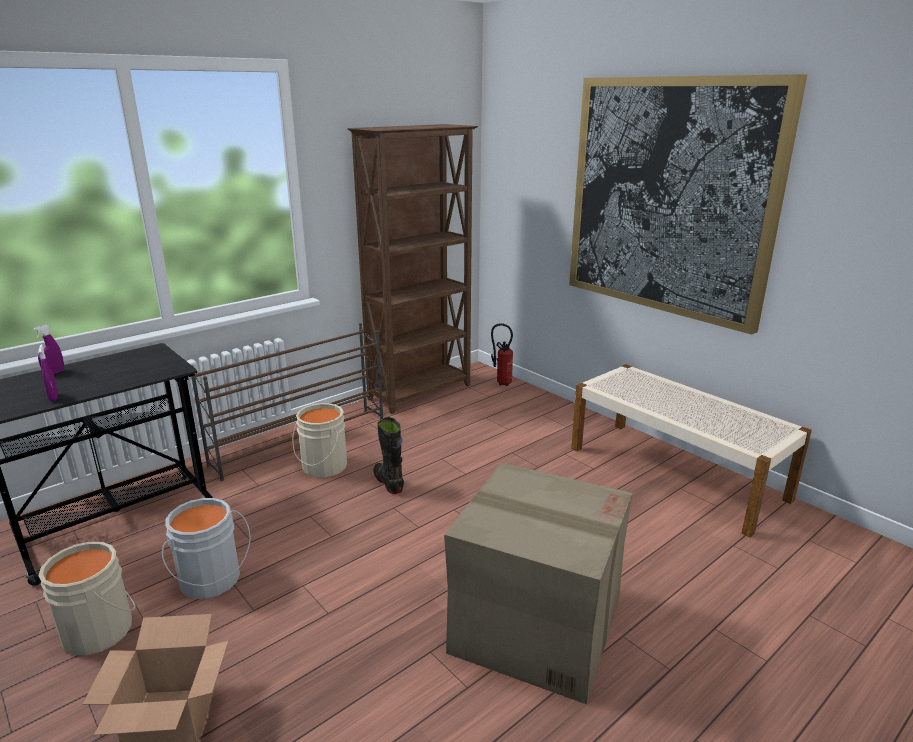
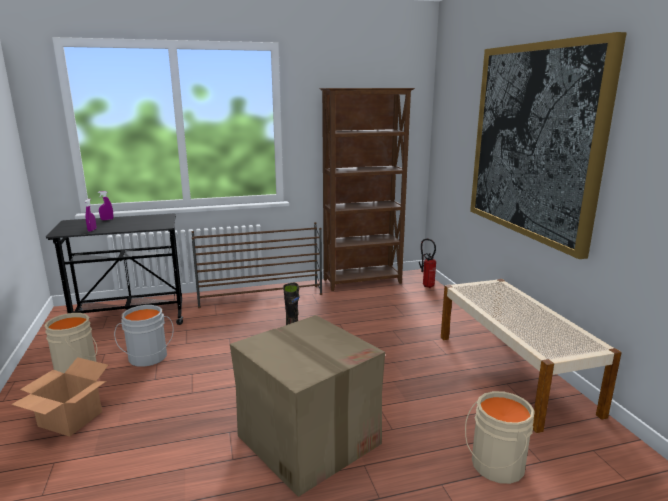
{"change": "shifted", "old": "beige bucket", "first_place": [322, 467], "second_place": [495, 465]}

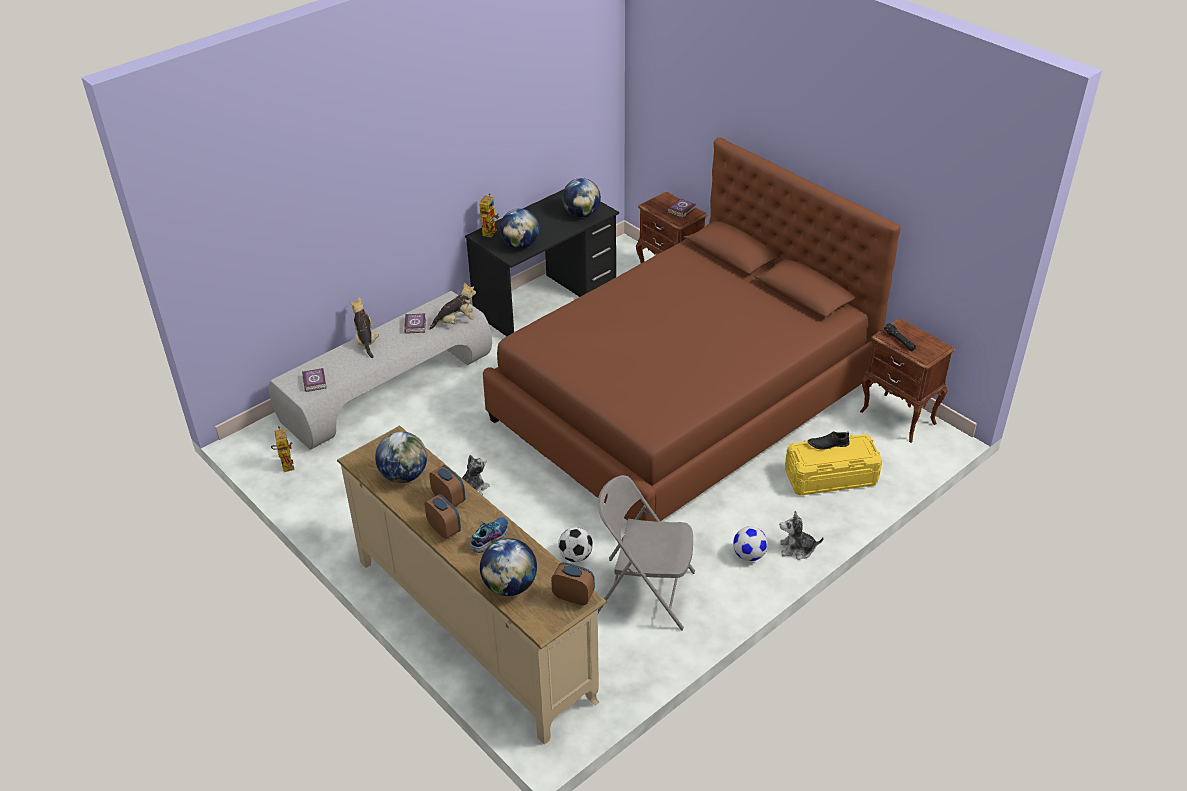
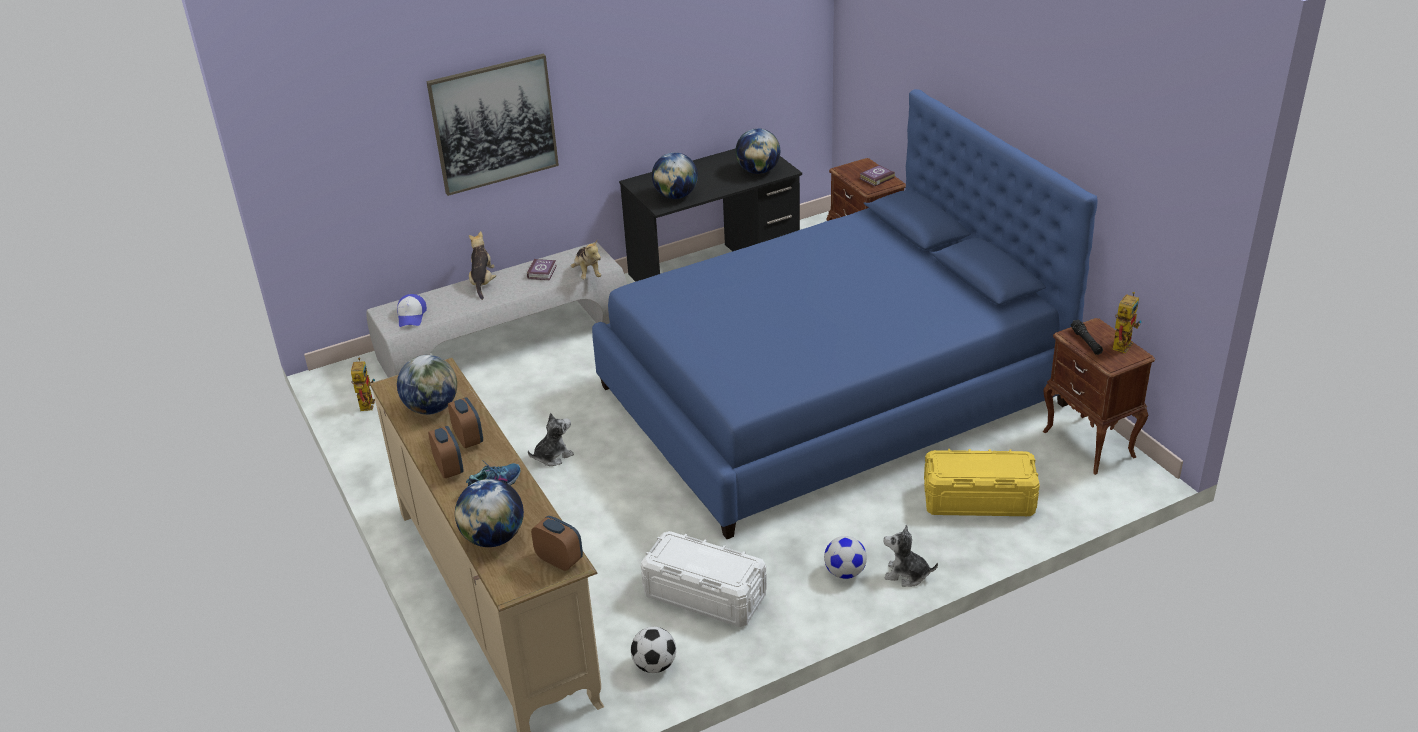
{"change": "swapped", "old": "book", "new": "cap", "first_place": [315, 381], "second_place": [412, 316]}
{"change": "new", "new": "picture", "second_place": [494, 124]}
{"change": "rotated", "old": "plush toy", "first_place": [456, 322], "second_place": [587, 273], "degrees": 75}
{"change": "repainted", "old": "brown bed", "new": "blue bed", "first_place": [684, 402], "second_place": [831, 395]}
{"change": "shifted", "old": "football", "first_place": [575, 556], "second_place": [654, 665]}
{"change": "swapped", "old": "grey chair", "new": "white storage box", "first_place": [645, 592], "second_place": [704, 595]}
{"change": "shifted", "old": "toy robot", "first_place": [489, 230], "second_place": [1122, 343]}
{"change": "gone", "old": "black shoe", "first_place": [828, 444]}

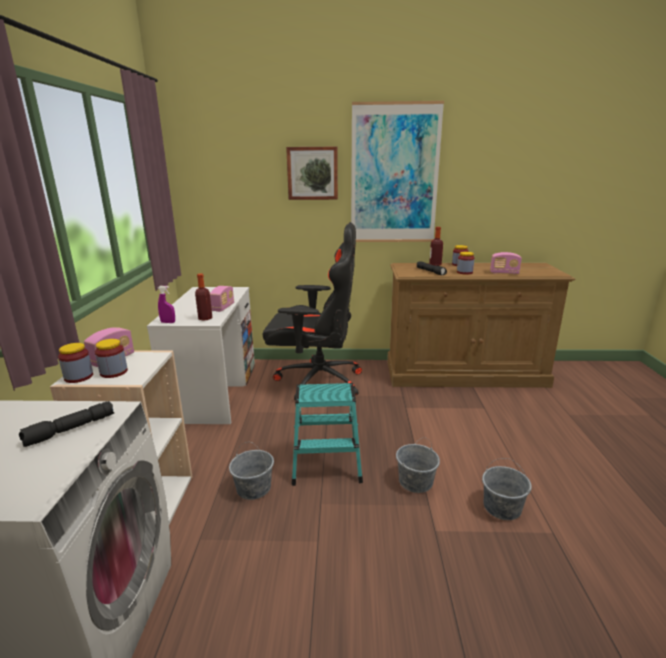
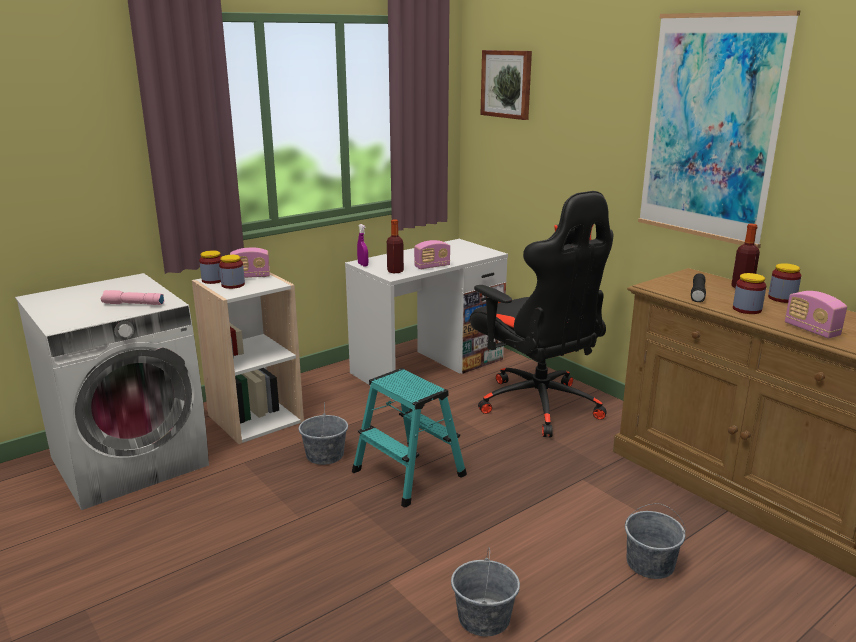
{"change": "repainted", "old": "black flashlight", "new": "pink flashlight", "first_place": [70, 430], "second_place": [133, 304]}
{"change": "shifted", "old": "picture", "first_place": [312, 173], "second_place": [507, 84]}
{"change": "shifted", "old": "grey bucket", "first_place": [416, 481], "second_place": [650, 564]}

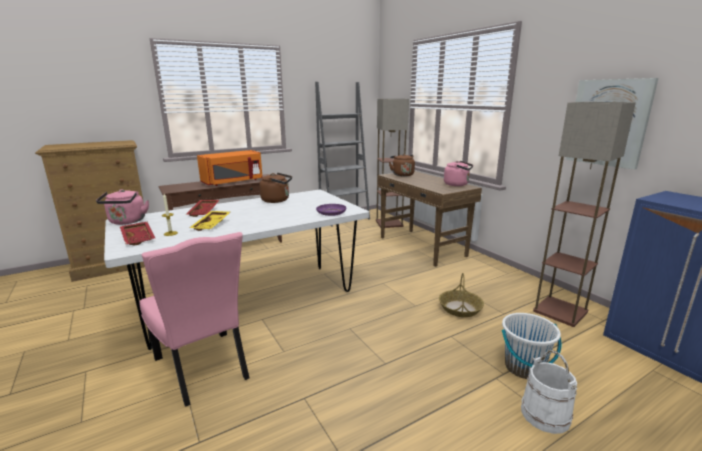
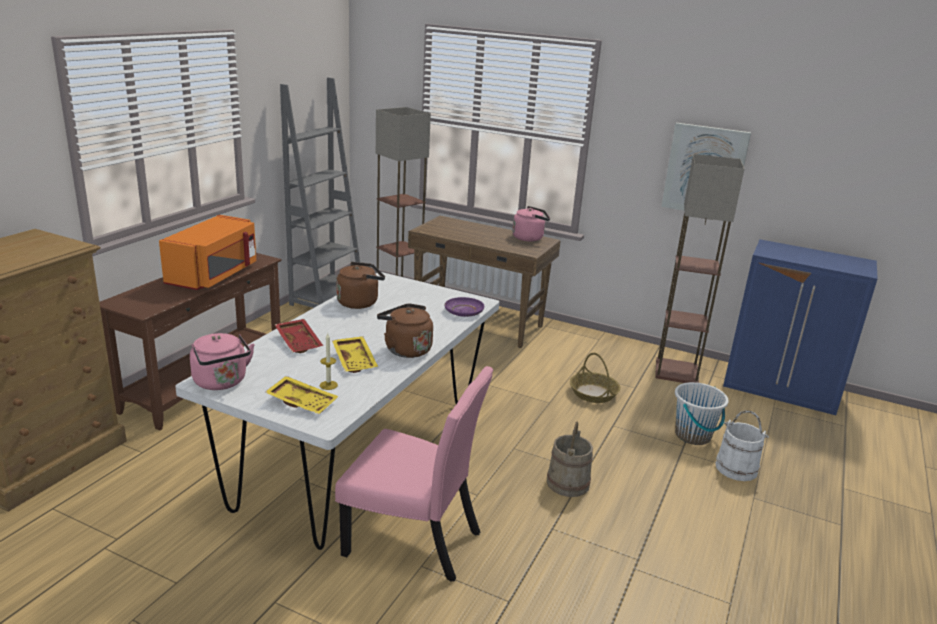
{"change": "repainted", "old": "red tray", "new": "yellow tray", "first_place": [139, 238], "second_place": [302, 402]}
{"change": "shifted", "old": "brown kettle", "first_place": [402, 174], "second_place": [405, 349]}
{"change": "new", "new": "beige bucket", "second_place": [568, 483]}

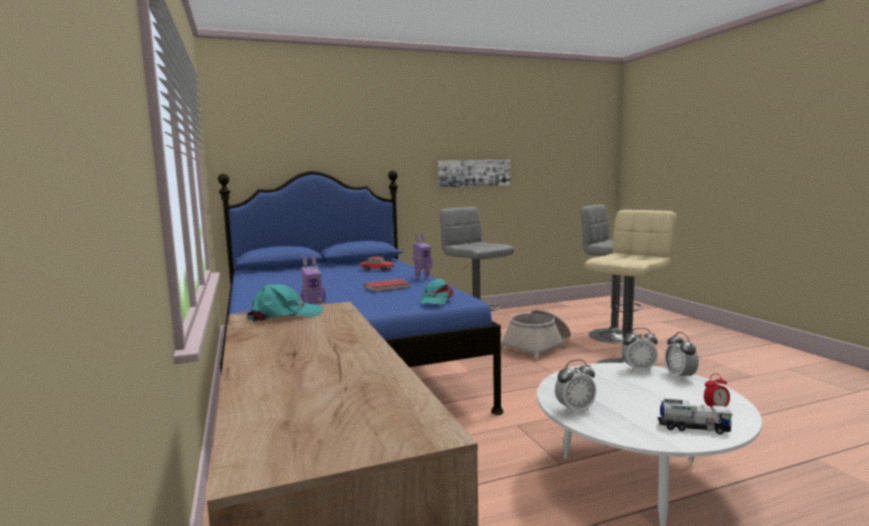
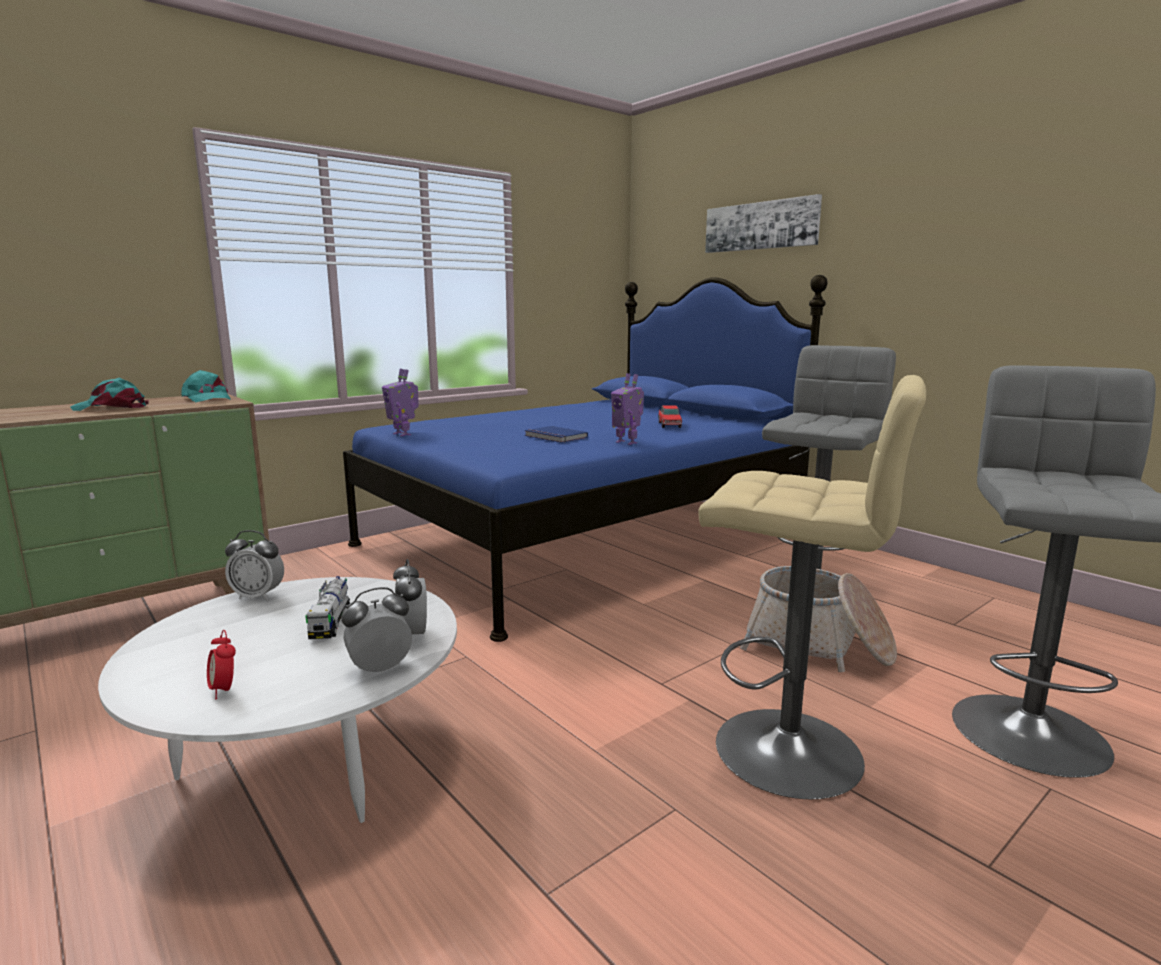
{"change": "shifted", "old": "turquoise cap", "first_place": [436, 300], "second_place": [111, 408]}
{"change": "rotated", "old": "alarm clock", "first_place": [575, 410], "second_place": [258, 596], "degrees": -45}
{"change": "shifted", "old": "toy truck", "first_place": [693, 428], "second_place": [331, 623]}
{"change": "repainted", "old": "red book", "new": "blue book", "first_place": [388, 287], "second_place": [554, 437]}
{"change": "shifted", "old": "picture", "first_place": [474, 173], "second_place": [761, 226]}

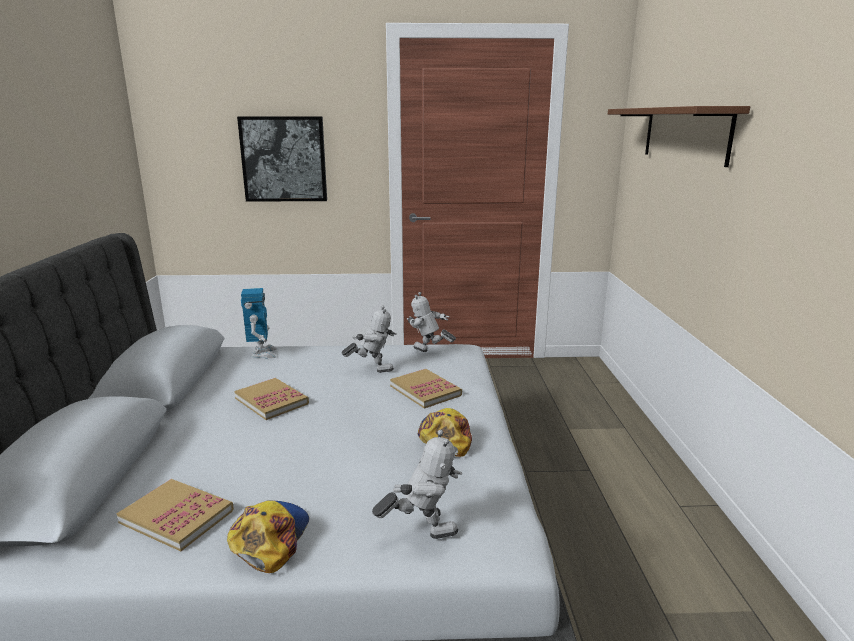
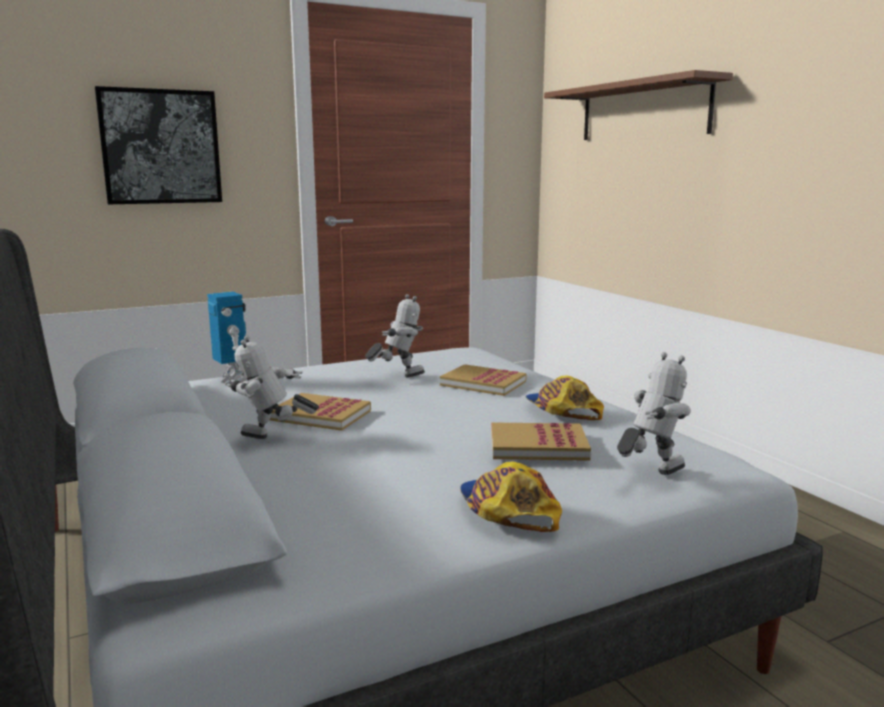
{"change": "shifted", "old": "toy robot", "first_place": [429, 353], "second_place": [272, 440]}
{"change": "shifted", "old": "book", "first_place": [177, 516], "second_place": [538, 446]}

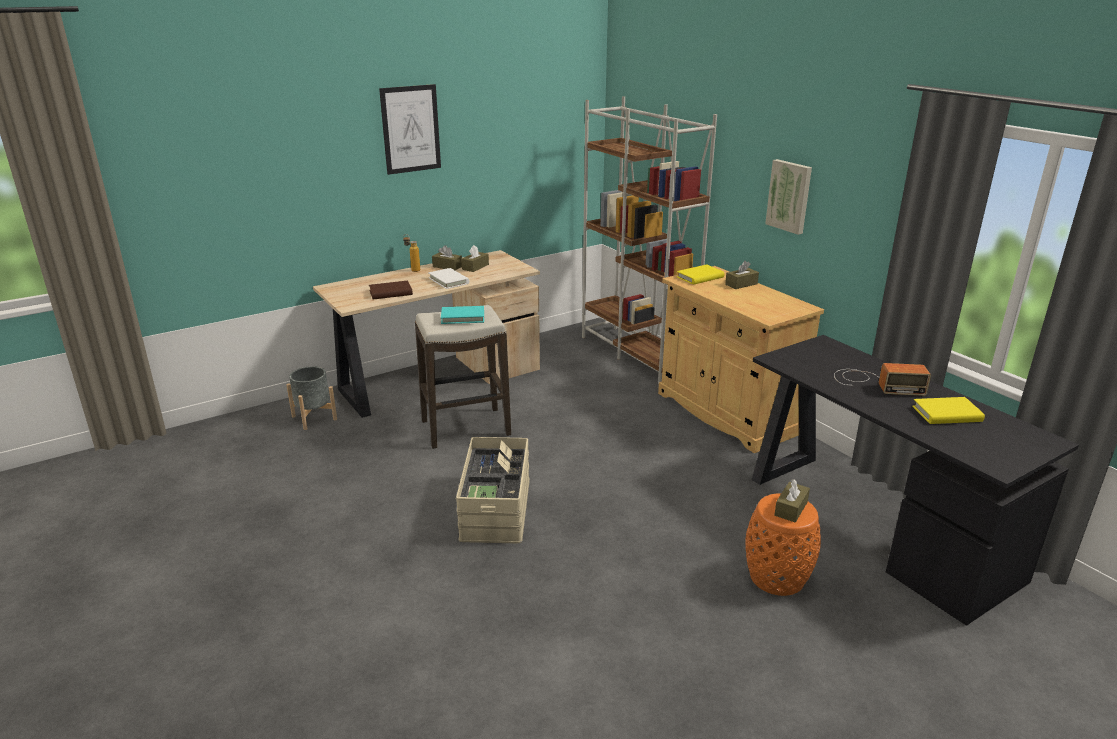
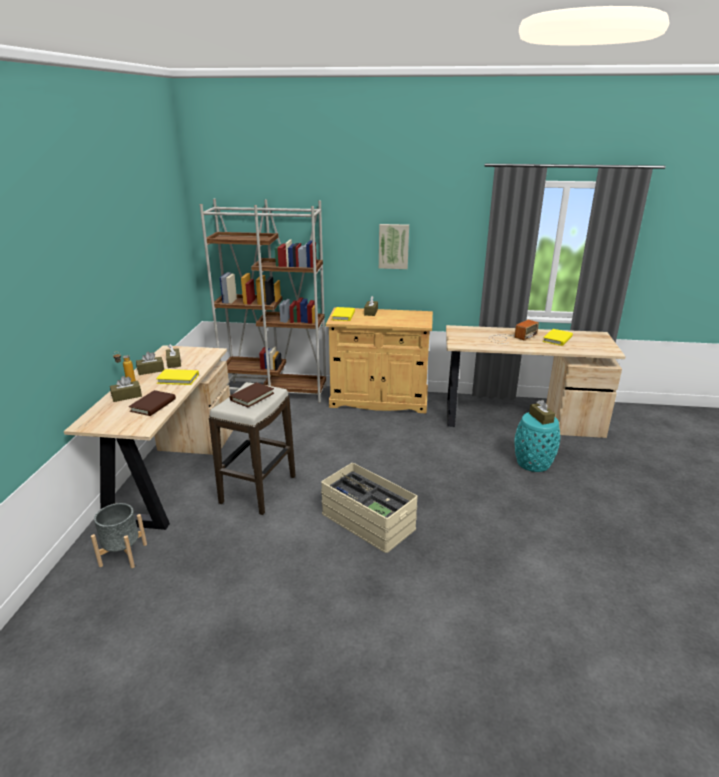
{"change": "new", "new": "brown tissue box", "second_place": [127, 396]}
{"change": "repainted", "old": "white book", "new": "yellow book", "first_place": [448, 281], "second_place": [178, 379]}
{"change": "repainted", "old": "turquoise book", "new": "brown book", "first_place": [463, 317], "second_place": [252, 397]}
{"change": "repainted", "old": "black desk", "new": "beige desk", "first_place": [872, 523], "second_place": [518, 417]}
{"change": "repainted", "old": "orange stool", "new": "turquoise stool", "first_place": [776, 577], "second_place": [533, 463]}
{"change": "gone", "old": "picture", "first_place": [411, 129]}

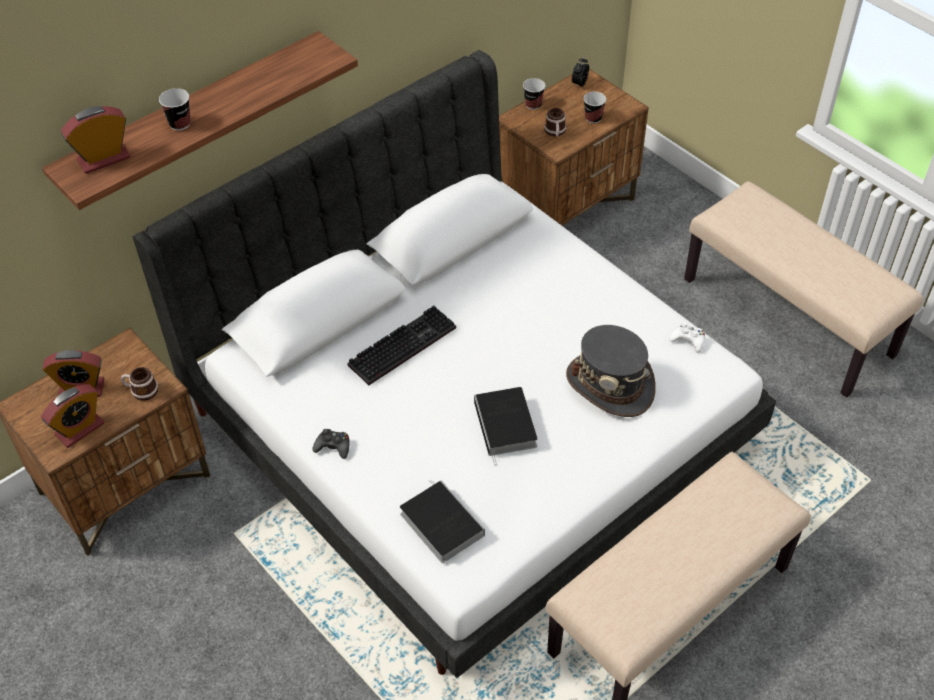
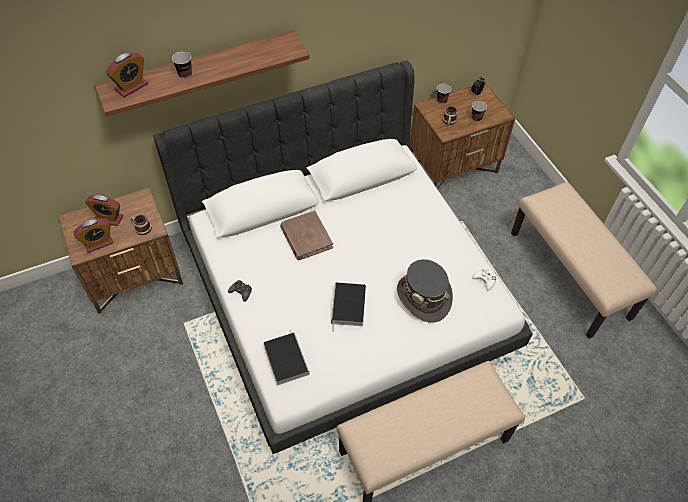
{"change": "rotated", "old": "alarm clock", "first_place": [104, 159], "second_place": [131, 87], "degrees": 150}
{"change": "swapped", "old": "keyboard", "new": "brown book", "first_place": [402, 344], "second_place": [306, 237]}

